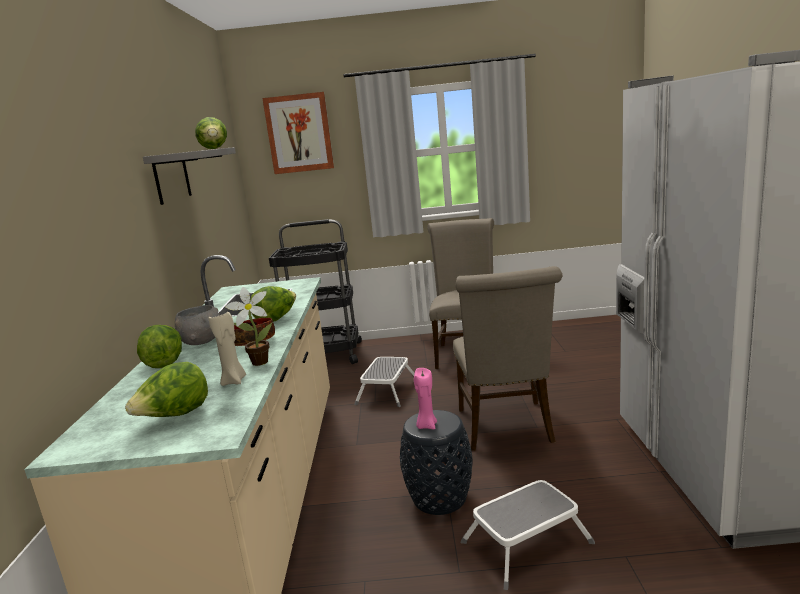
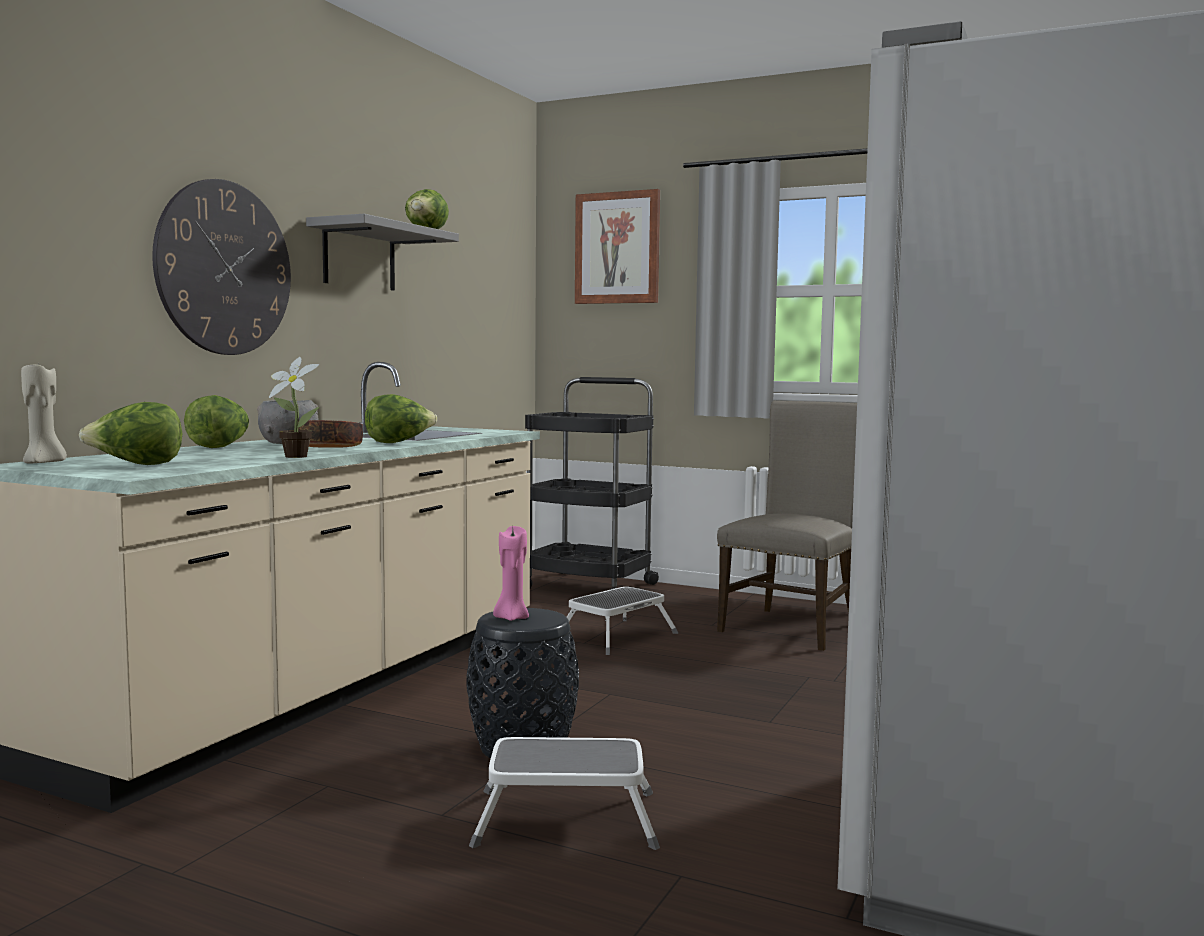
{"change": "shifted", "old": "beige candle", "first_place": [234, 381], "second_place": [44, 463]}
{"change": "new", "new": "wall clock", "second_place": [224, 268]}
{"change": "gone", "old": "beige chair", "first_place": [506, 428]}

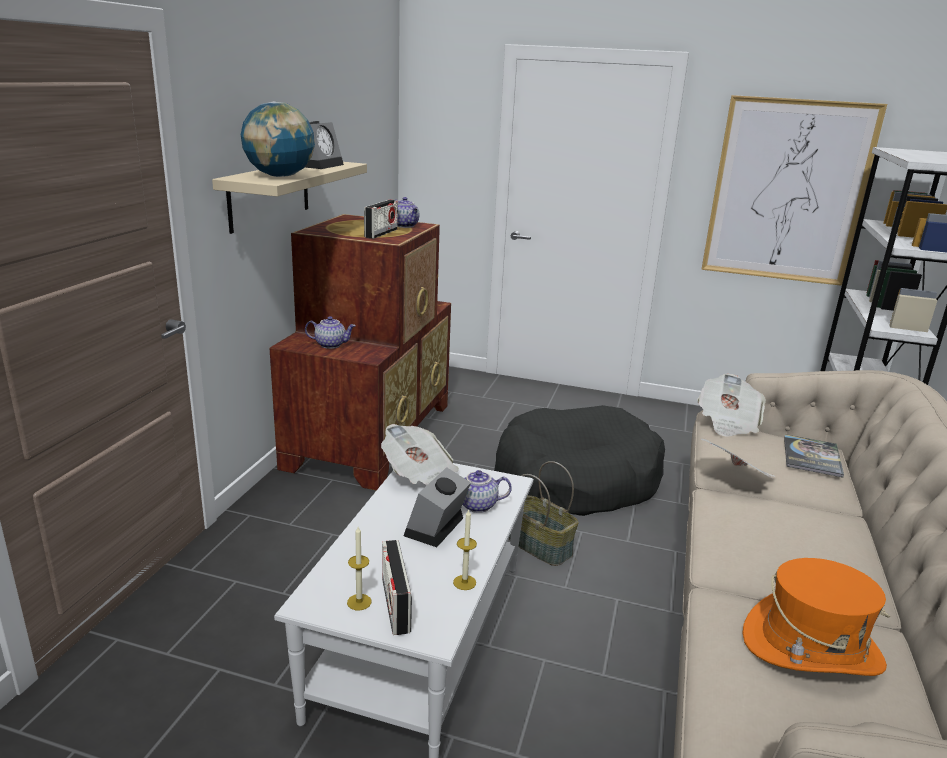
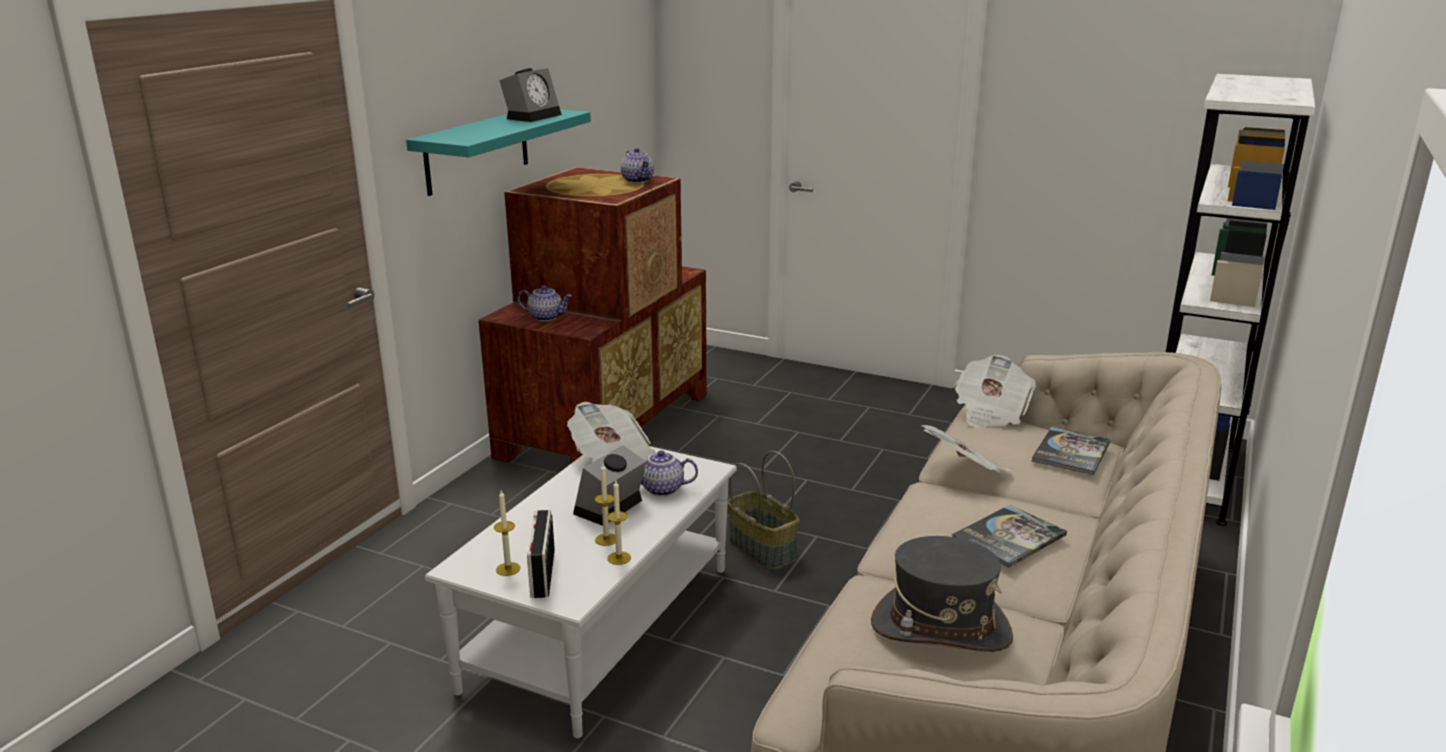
{"change": "repainted", "old": "beige shelf", "new": "turquoise shelf", "first_place": [270, 194], "second_place": [477, 150]}
{"change": "new", "new": "candle", "second_place": [606, 539]}
{"change": "repainted", "old": "orange hat", "new": "grey hat", "first_place": [811, 648], "second_place": [940, 629]}
{"change": "new", "new": "book", "second_place": [1008, 537]}
{"change": "gone", "old": "globe", "first_place": [280, 176]}
{"change": "gone", "old": "radio", "first_place": [381, 233]}
{"change": "gone", "old": "black dog bed", "first_place": [575, 479]}
{"change": "gone", "old": "picture", "first_place": [787, 191]}

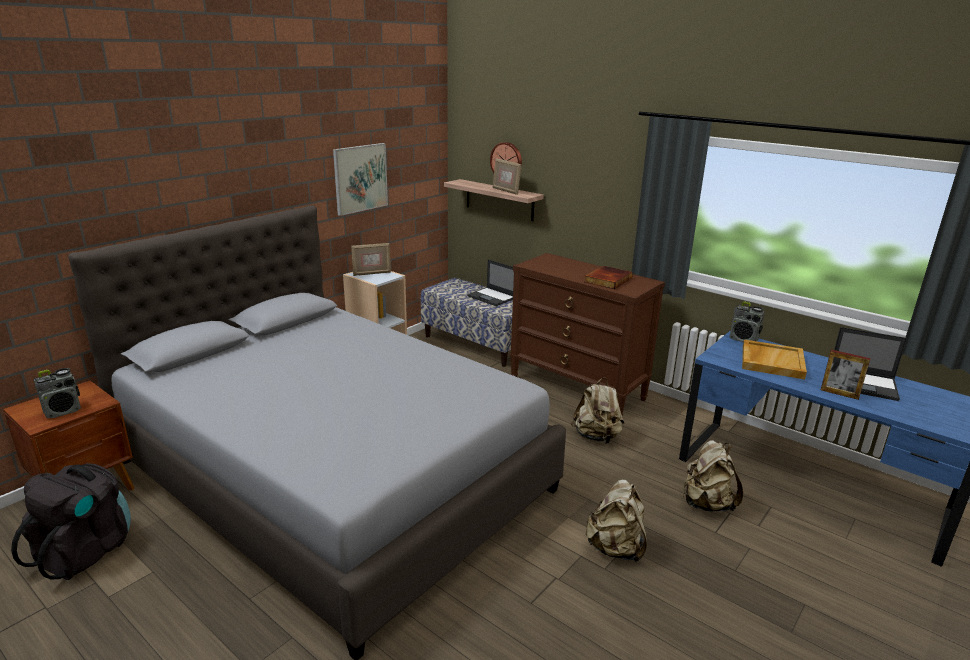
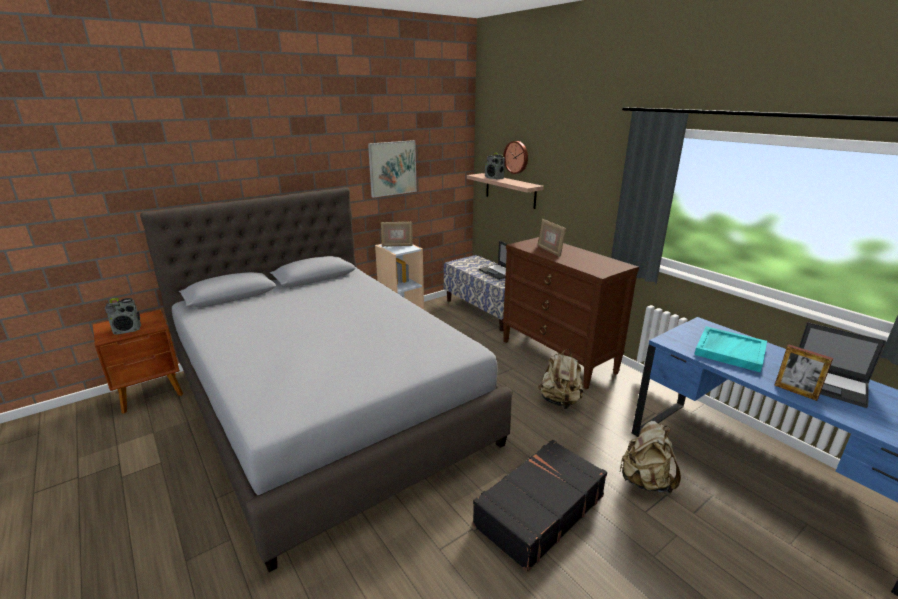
{"change": "swapped", "old": "beige backpack", "new": "black suitcase", "first_place": [615, 548], "second_place": [538, 510]}
{"change": "shifted", "old": "radio", "first_place": [743, 339], "second_place": [494, 178]}
{"change": "shifted", "old": "picture frame", "first_place": [506, 191], "second_place": [549, 251]}
{"change": "repainted", "old": "beige tray", "new": "turquoise tray", "first_place": [771, 361], "second_place": [729, 350]}
{"change": "gone", "old": "black backpack", "first_place": [86, 550]}
{"change": "gone", "old": "book", "first_place": [607, 280]}

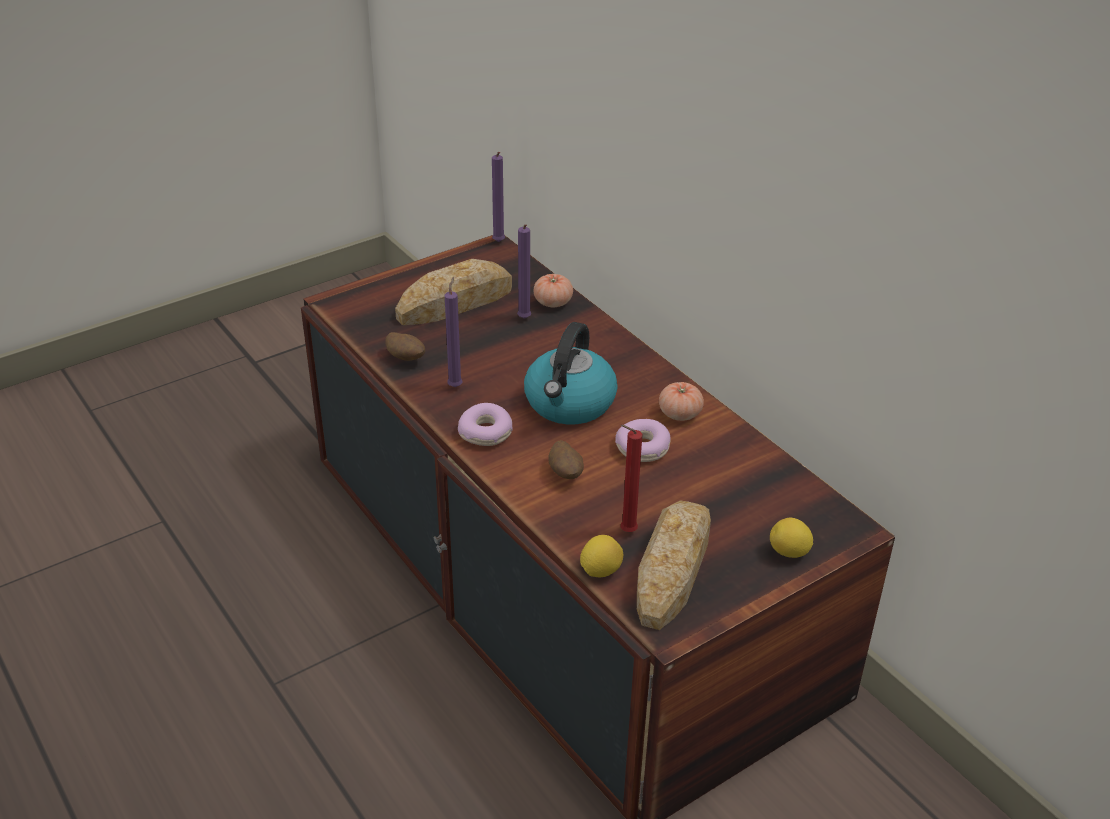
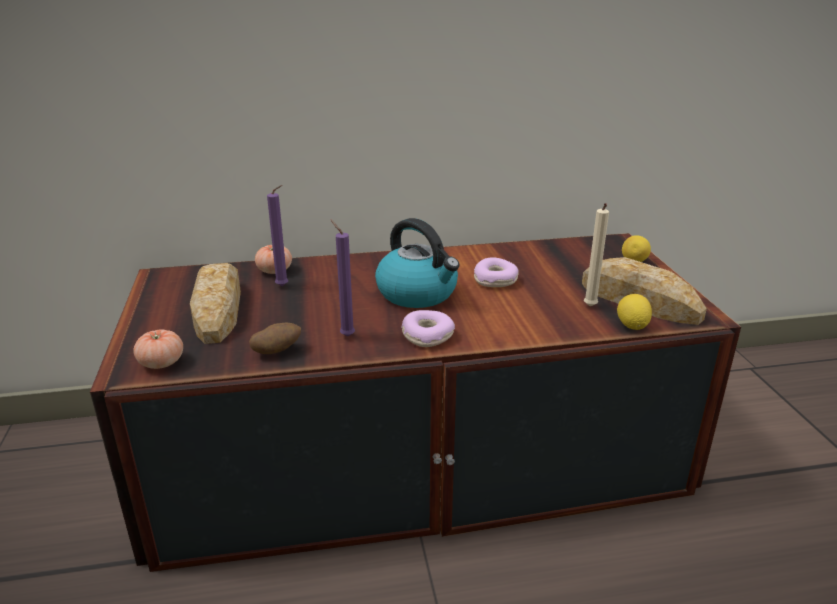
{"change": "shifted", "old": "tomato", "first_place": [680, 414], "second_place": [161, 363]}
{"change": "repainted", "old": "red candle", "new": "beige candle", "first_place": [625, 532], "second_place": [590, 307]}
{"change": "gone", "old": "purple candle", "first_place": [498, 243]}
{"change": "gone", "old": "potato", "first_place": [566, 474]}

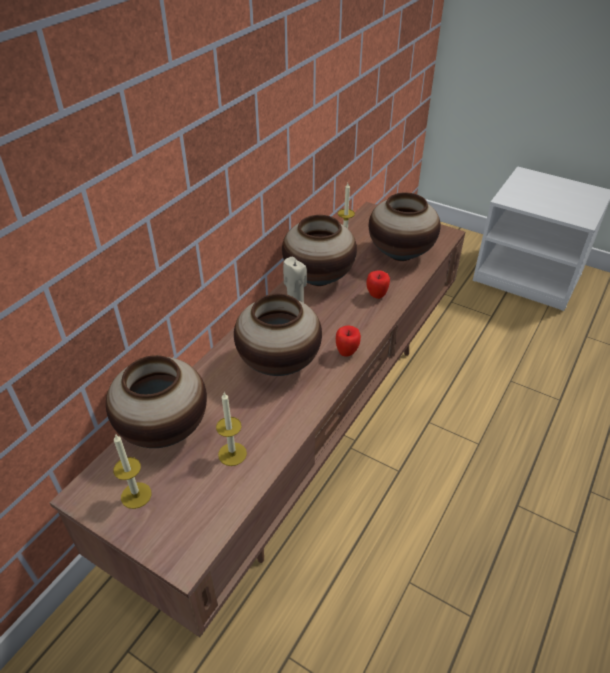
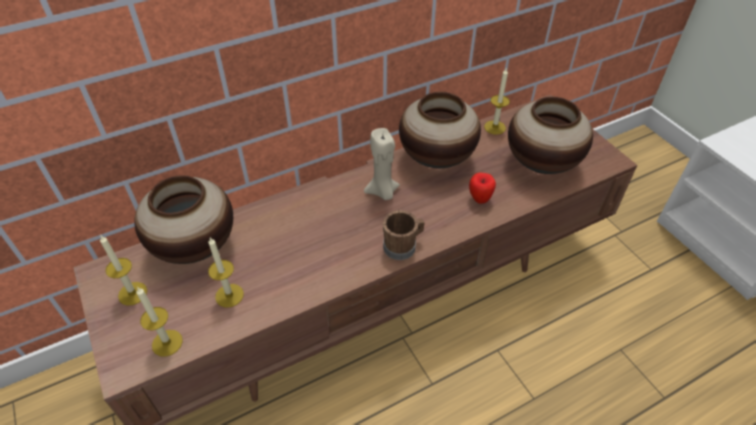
{"change": "new", "new": "candle", "second_place": [167, 343]}
{"change": "swapped", "old": "apple", "new": "brown mug", "first_place": [347, 353], "second_place": [403, 246]}
{"change": "gone", "old": "vase", "first_place": [279, 363]}

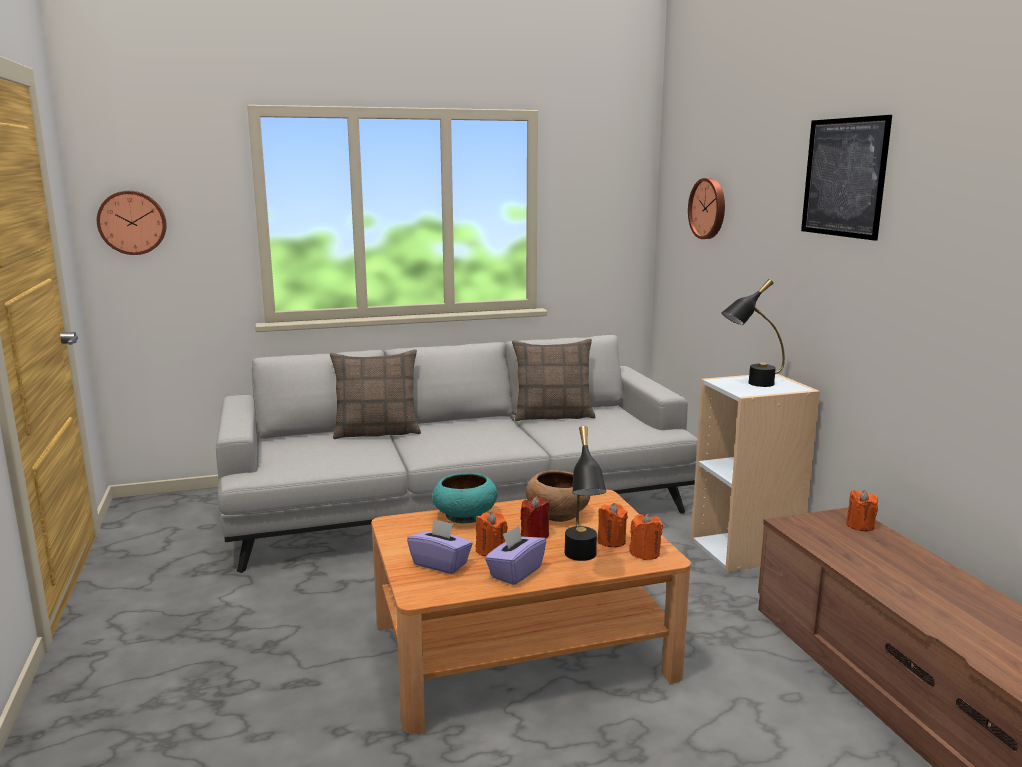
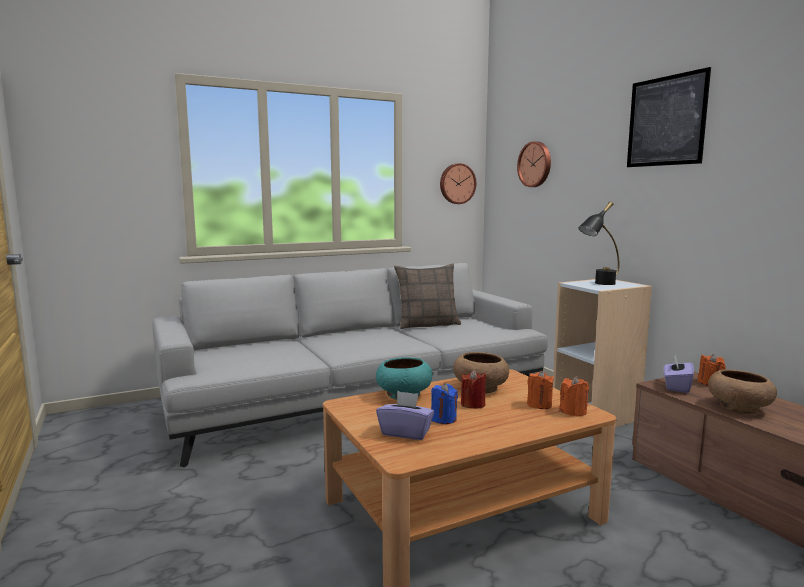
{"change": "repainted", "old": "orange candle", "new": "blue candle", "first_place": [491, 550], "second_place": [443, 419]}
{"change": "shifted", "old": "wall clock", "first_place": [132, 222], "second_place": [457, 183]}
{"change": "shifted", "old": "purple tissue box", "first_place": [515, 572], "second_place": [676, 387]}
{"change": "new", "new": "brown bowl", "second_place": [738, 407]}
{"change": "gone", "old": "pillow", "first_place": [377, 432]}
{"change": "gone", "old": "black table lamp", "first_place": [582, 561]}

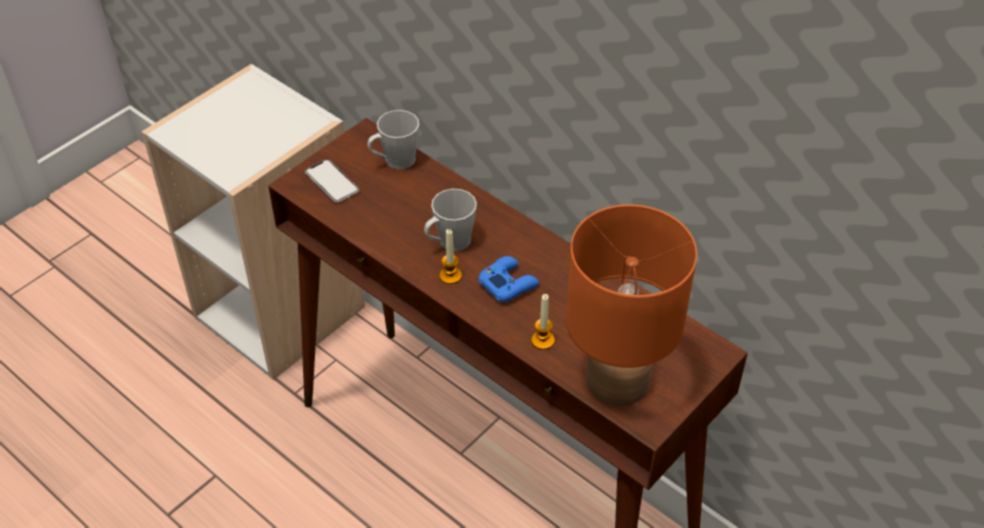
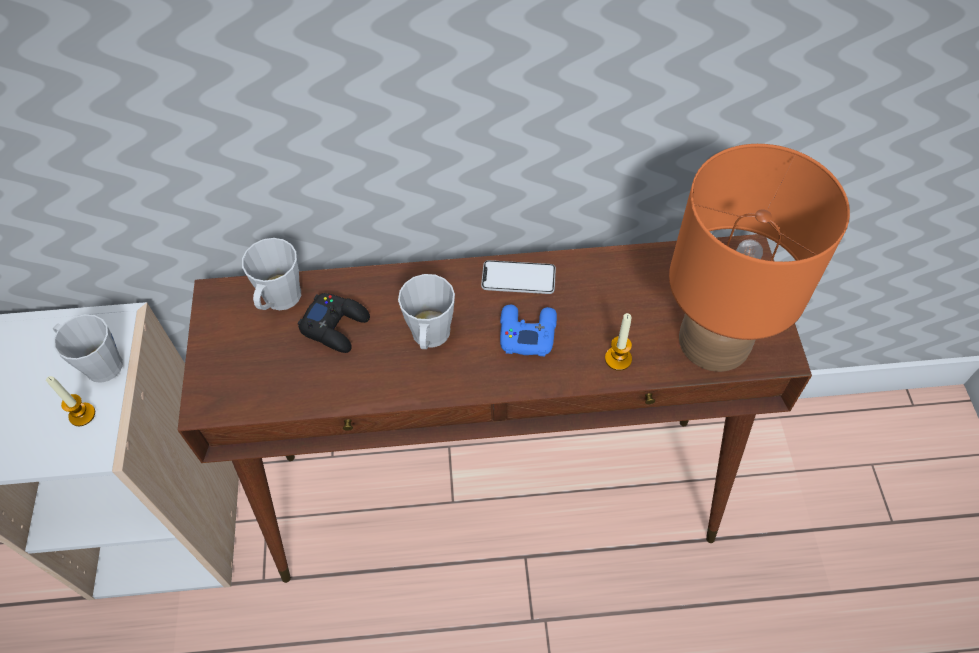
{"change": "shifted", "old": "candle", "first_place": [450, 276], "second_place": [82, 415]}
{"change": "new", "new": "grey mug", "second_place": [98, 363]}
{"change": "new", "new": "black game controller", "second_place": [336, 326]}
{"change": "shifted", "old": "phone", "first_place": [332, 182], "second_place": [518, 278]}

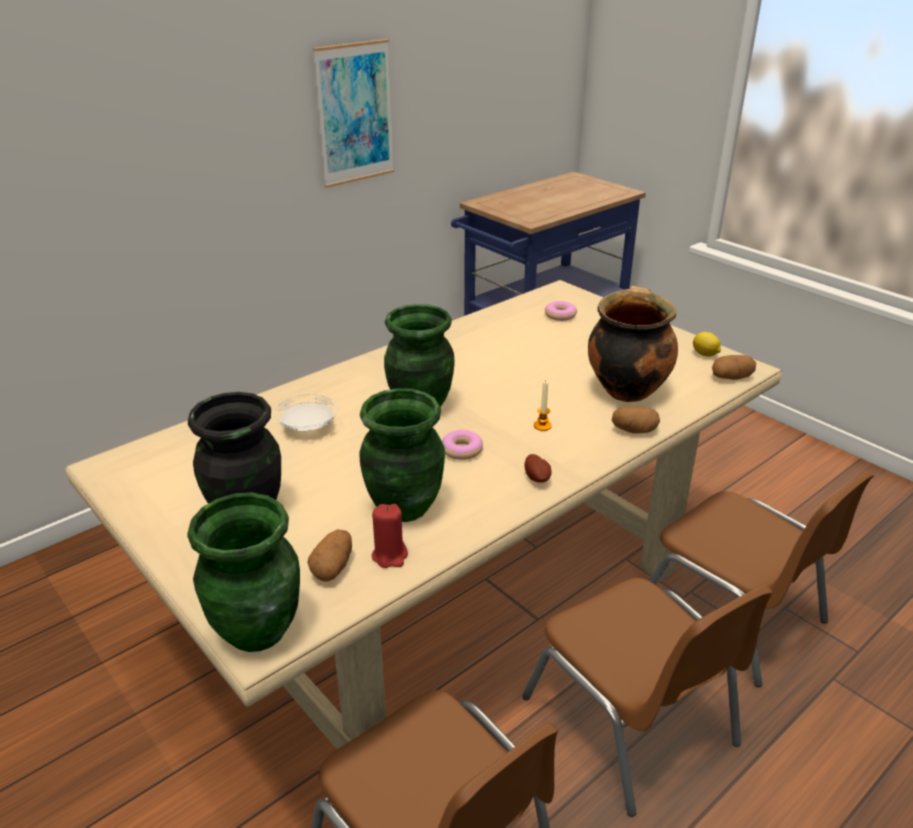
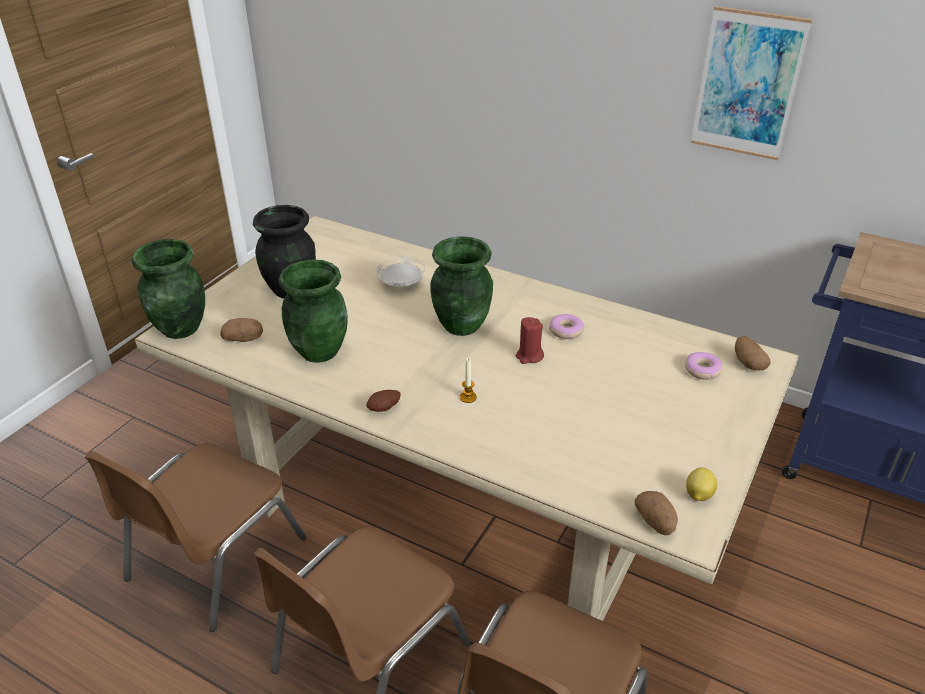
{"change": "shifted", "old": "red candle", "first_place": [390, 556], "second_place": [529, 356]}
{"change": "shifted", "old": "donut", "first_place": [461, 450], "second_place": [566, 331]}
{"change": "shifted", "old": "potato", "first_place": [634, 430], "second_place": [747, 363]}
{"change": "gone", "old": "cooking pot", "first_place": [626, 389]}

